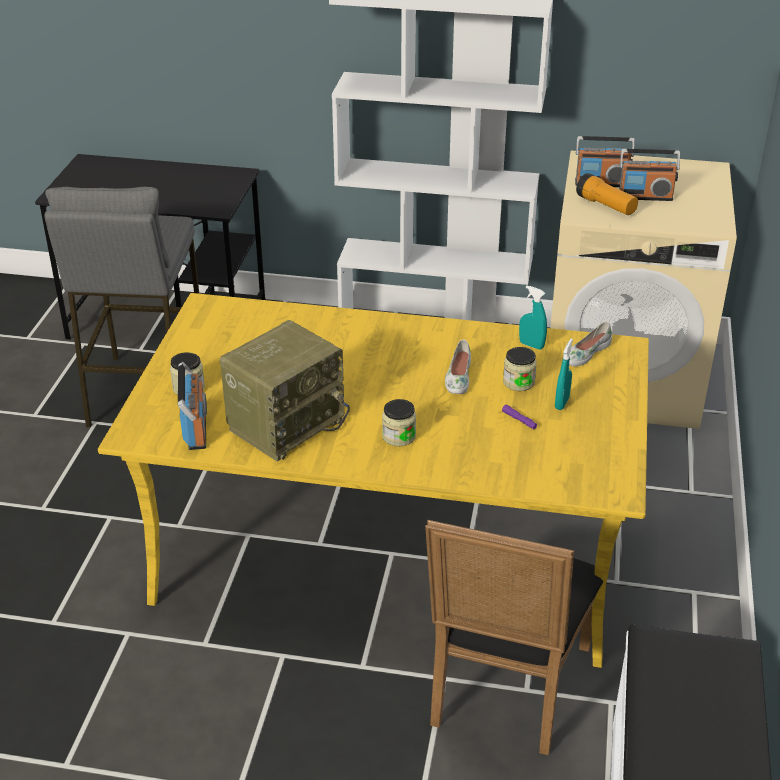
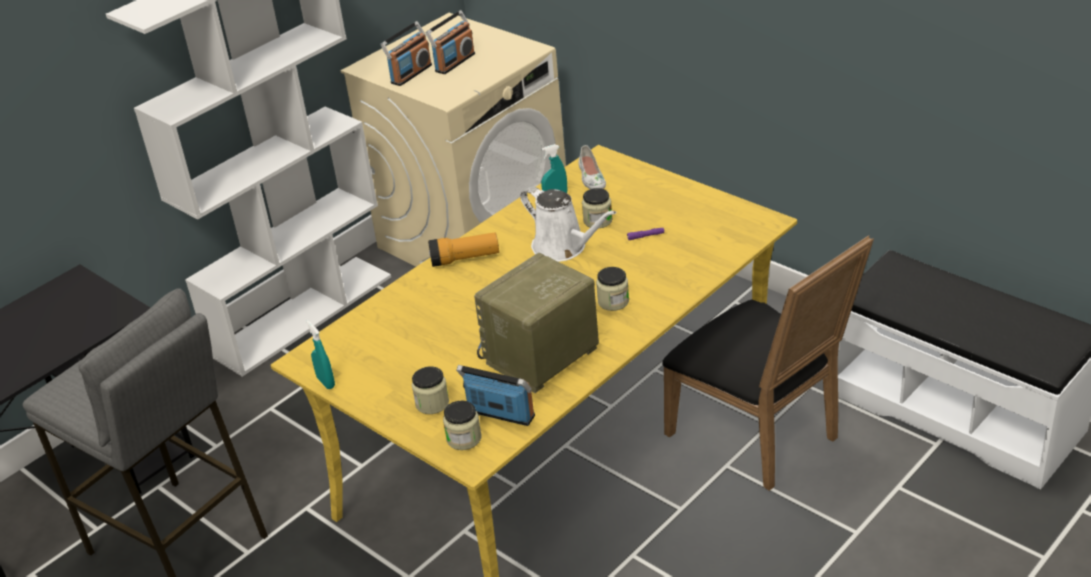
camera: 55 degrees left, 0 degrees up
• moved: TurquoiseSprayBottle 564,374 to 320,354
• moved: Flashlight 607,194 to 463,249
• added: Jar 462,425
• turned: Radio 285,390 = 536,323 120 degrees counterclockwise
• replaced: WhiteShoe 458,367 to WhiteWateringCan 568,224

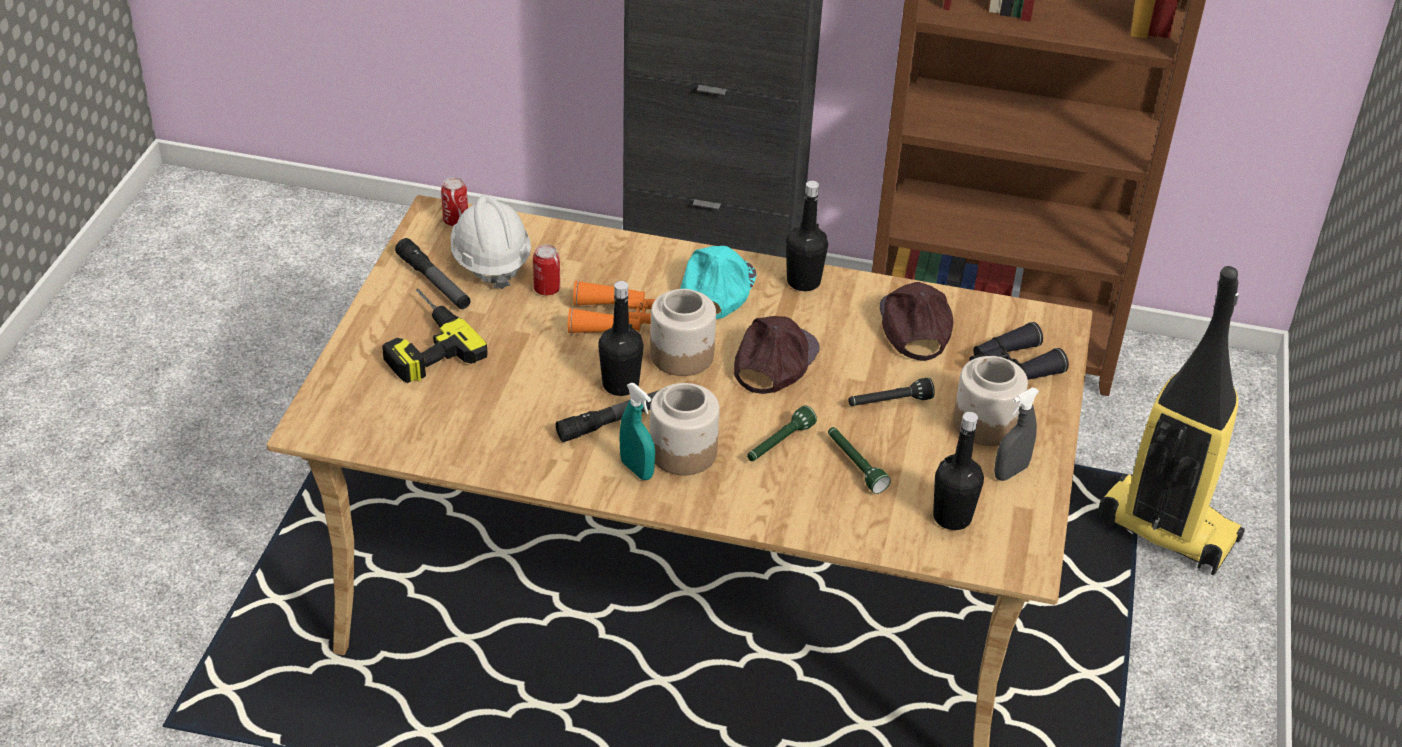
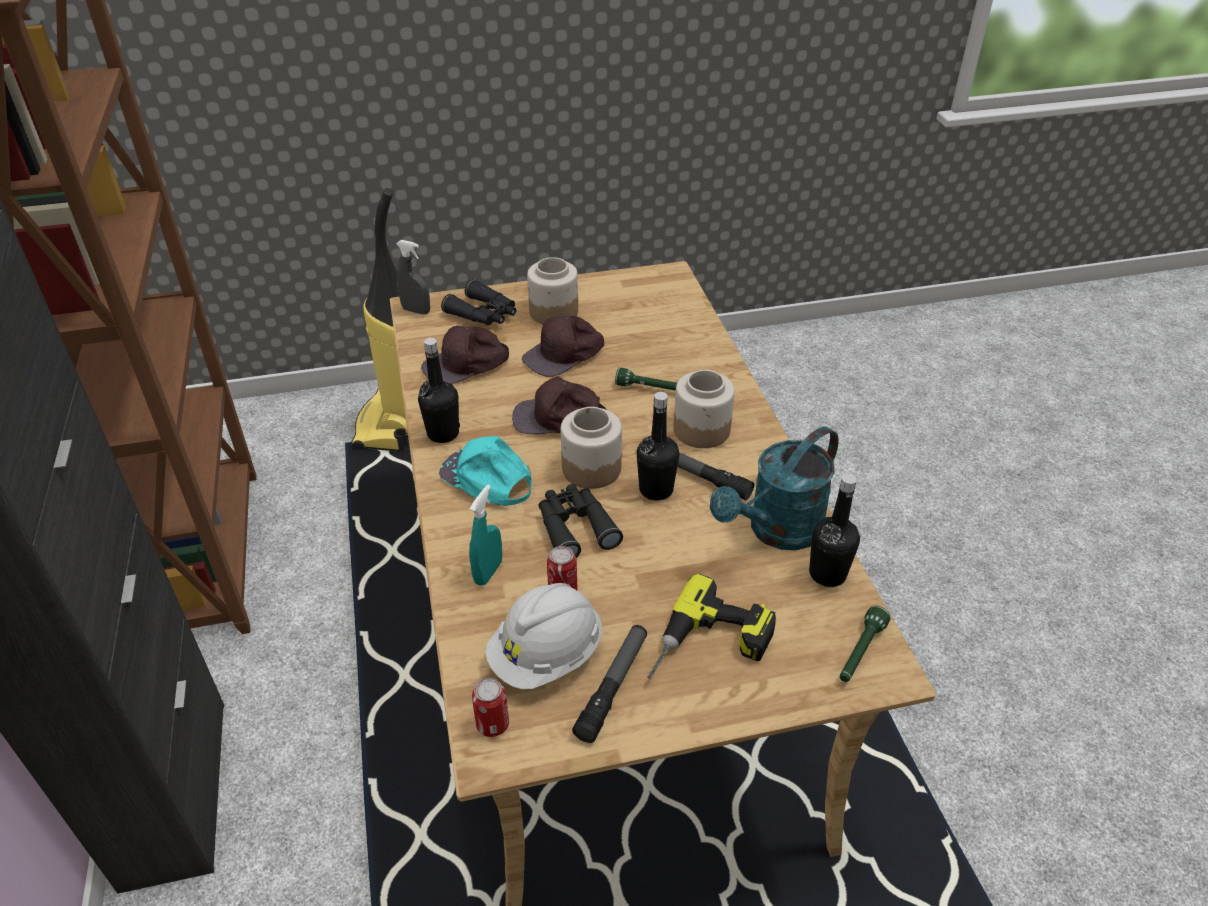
camera: 115 degrees left, 0 degrees up
• moved: GreySprayBottle 1016,434 to 413,277
• turned: TurquoiseCap 718,282 = 485,471 45 degrees clockwise
• moved: TurquoiseSprayBottle 637,431 to 485,535
• replaced: BlackFlashlight 891,392 to BrownCap 563,346
• recoloured: OrangeBinoculars 611,307 to BlackBinoculars 581,521
• added: TurquoiseWateringCan 774,488
• moved: BlackBottle 958,471 to 834,530
• moved: GreenFlashlight 859,460 to 865,644

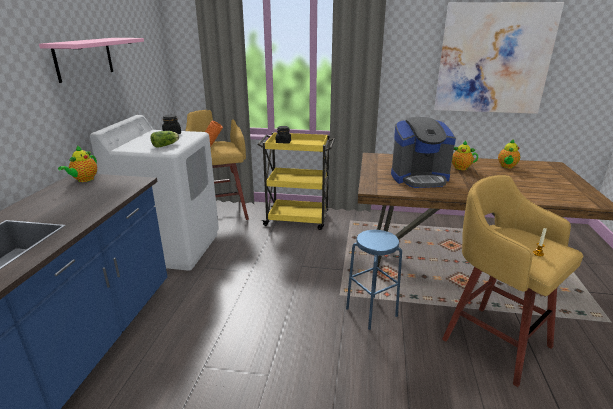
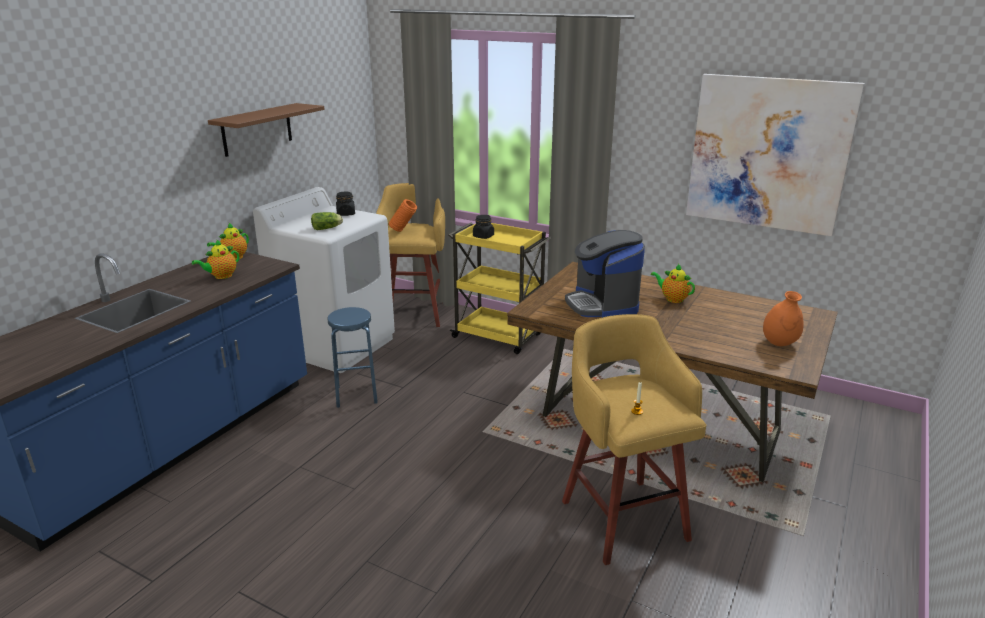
camera: 20 degrees right, 0 degrees up
• moved: Teapot 509,153 to 215,259
• recoloured: PinkShelf 91,60 to BrownShelf 266,130
• moved: BlueStool 374,280 to 353,357
• turned: CoffeeMachine 423,152 = 605,274 60 degrees clockwise
• added: OrangeVase 783,318

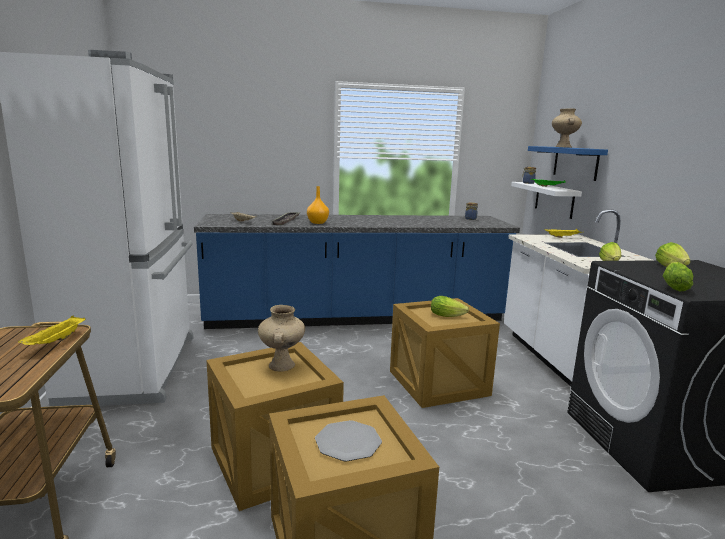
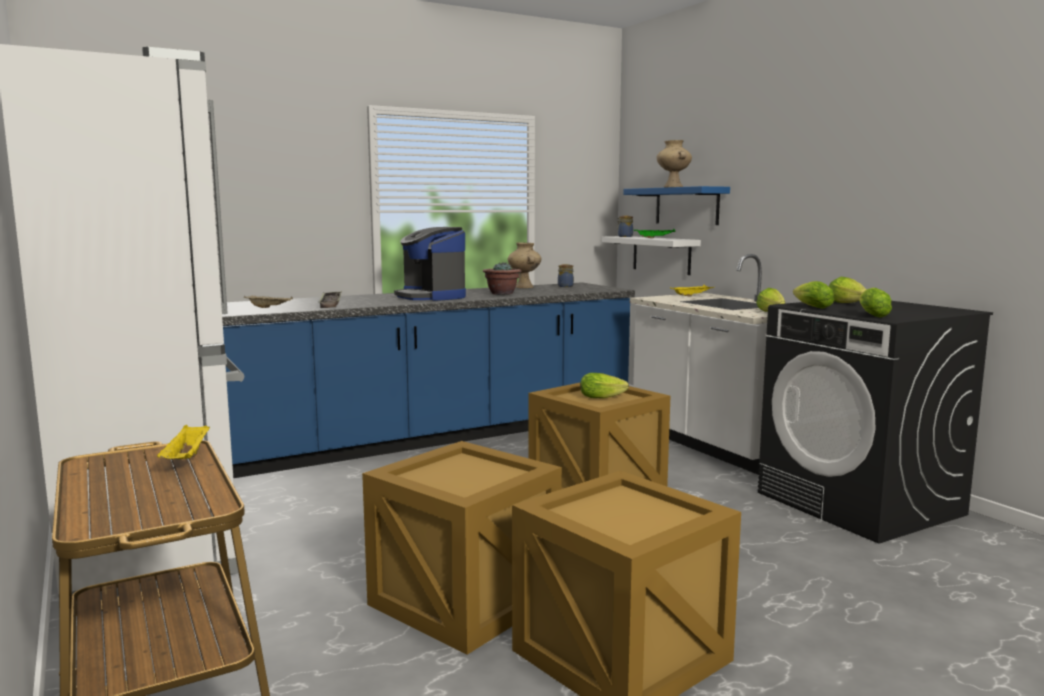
camera: 20 degrees left, 5 degrees down
• added: CoffeeMachine 430,264
• added: PottedPlant 502,278
• moved: BeigeVase 281,338 to 524,265
• added: Lettuce 813,295
• removed: OrangeVase 318,205
• removed: Plate 348,440

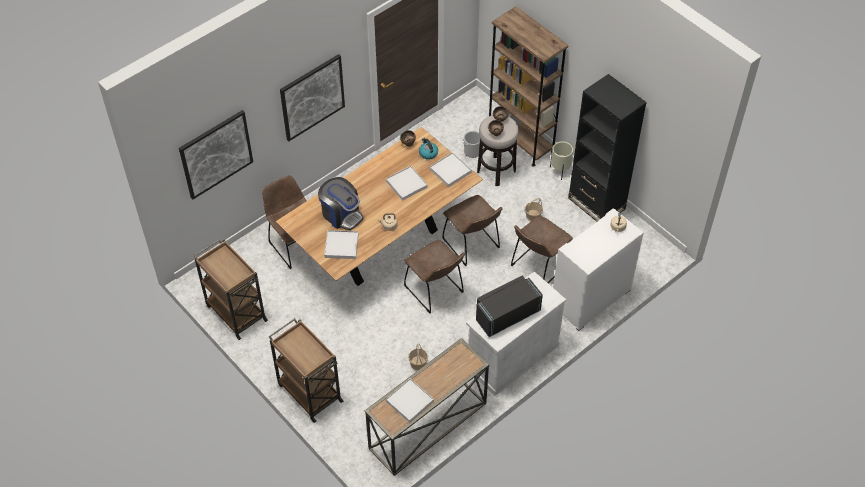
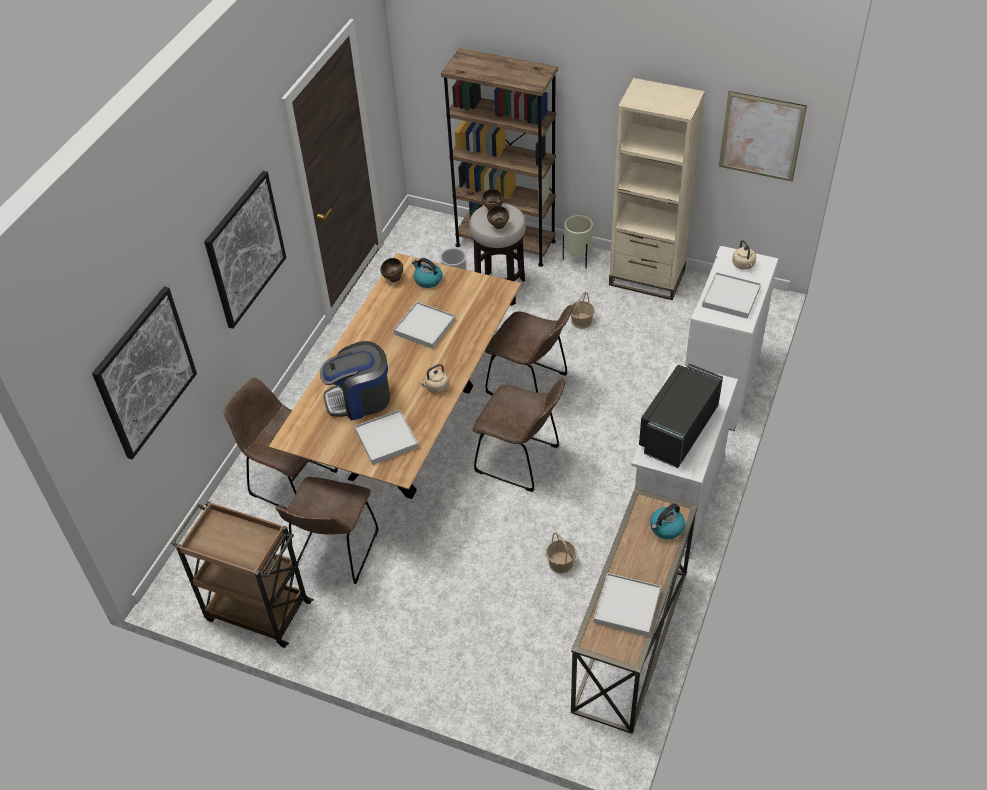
camera: 25 degrees left, 5 degrees down
• moved: BrownChair 542,249 to 327,530
• turned: CoffeeMachine 341,203 = 355,380 150 degrees clockwise
• recoloured: BlackBookcase 607,148 to BeigeBookcase 657,189
• added: Kettle 667,521
• moved: WhiteTray 451,169 to 731,295
• added: Picture 763,136
• removed: BrownCart 306,370

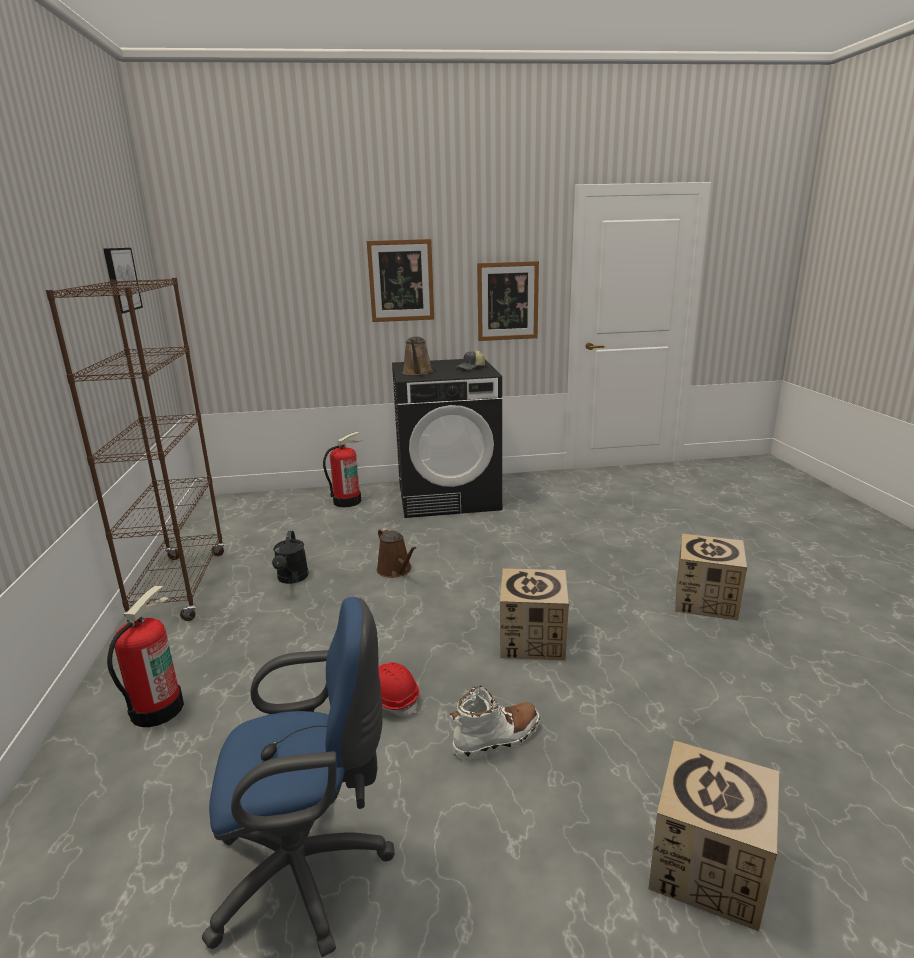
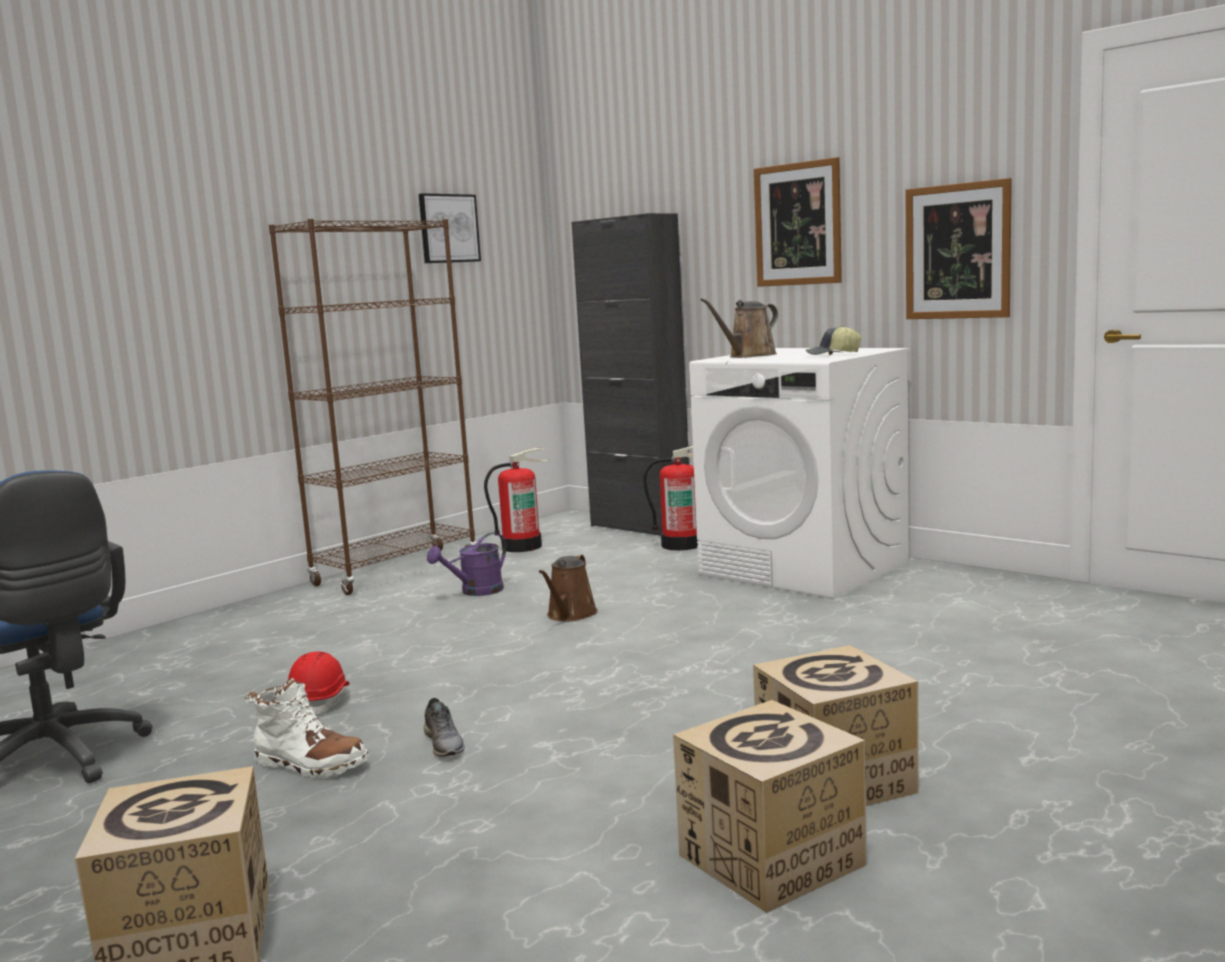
camera: 50 degrees right, 10 degrees down
• added: GreyShoe 444,727
• recoloured: BlackWateringCan 290,557 to PurpleWateringCan 466,564
• moved: FireExtinguisher 145,656 to 516,500
• added: BlackCabinet 630,374
• moved: CardboardBox 534,614 to 770,806
• recoloured: BlackWashingMachine 447,438 to WhiteWashingMachine 799,473

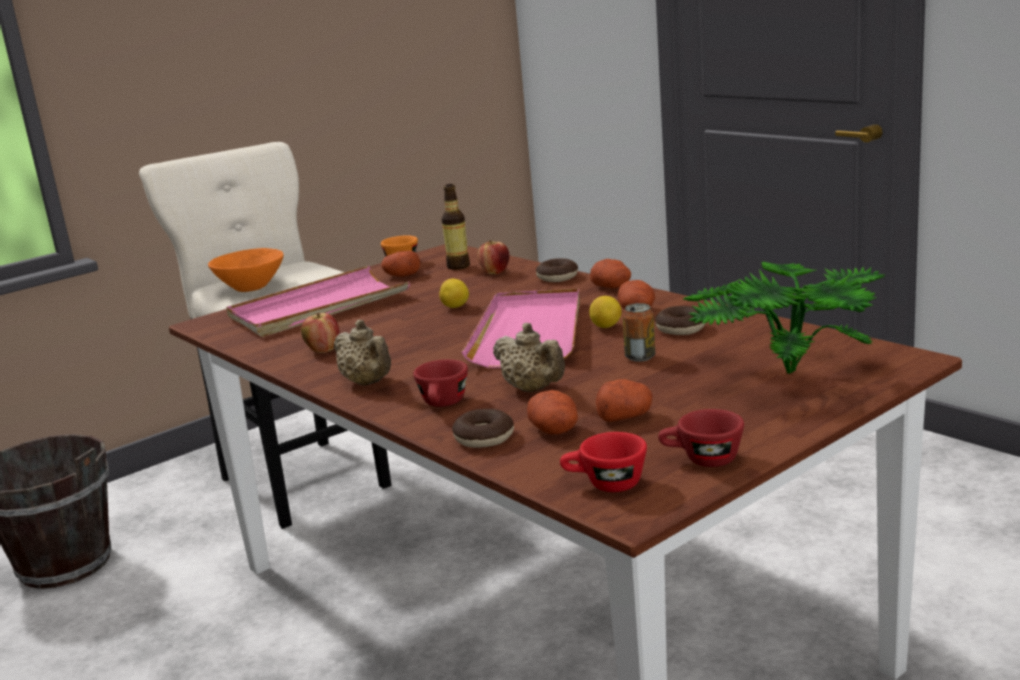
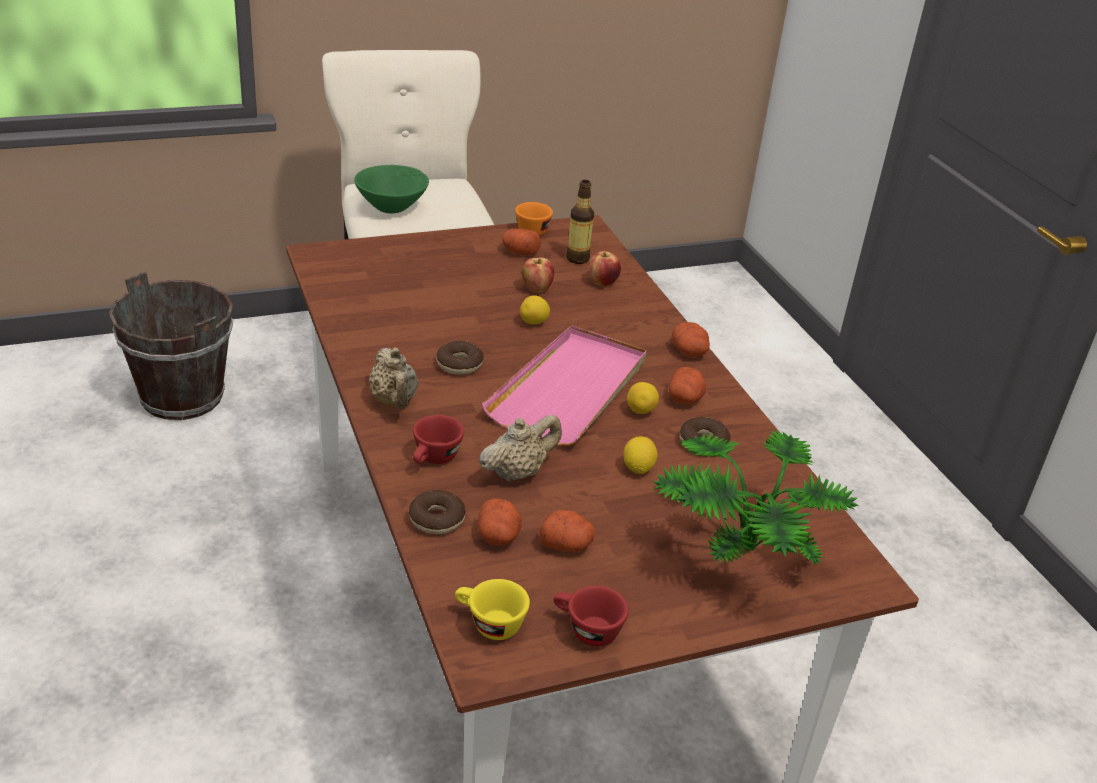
camera: 15 degrees right, 15 degrees up
• recoloured: OrangeBowl 246,270 to GreenBowl 391,189
• moved: Donut 557,270 to 459,358
• recoloured: RedCup 603,462 to YellowCup 492,609
• turned: BeigeTeapot 529,357 = 520,448 105 degrees counterclockwise
• moved: Apple 320,333 to 537,275
• replaced: Can 639,332 to Lemon 641,455
• removed: PinkTray 318,301

